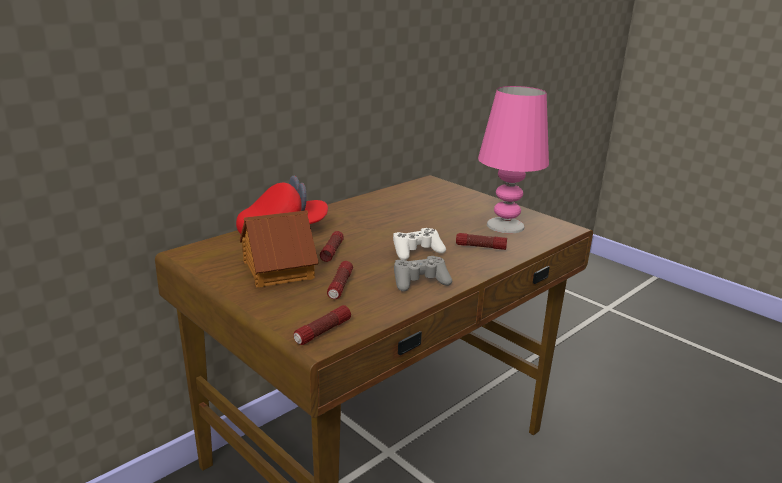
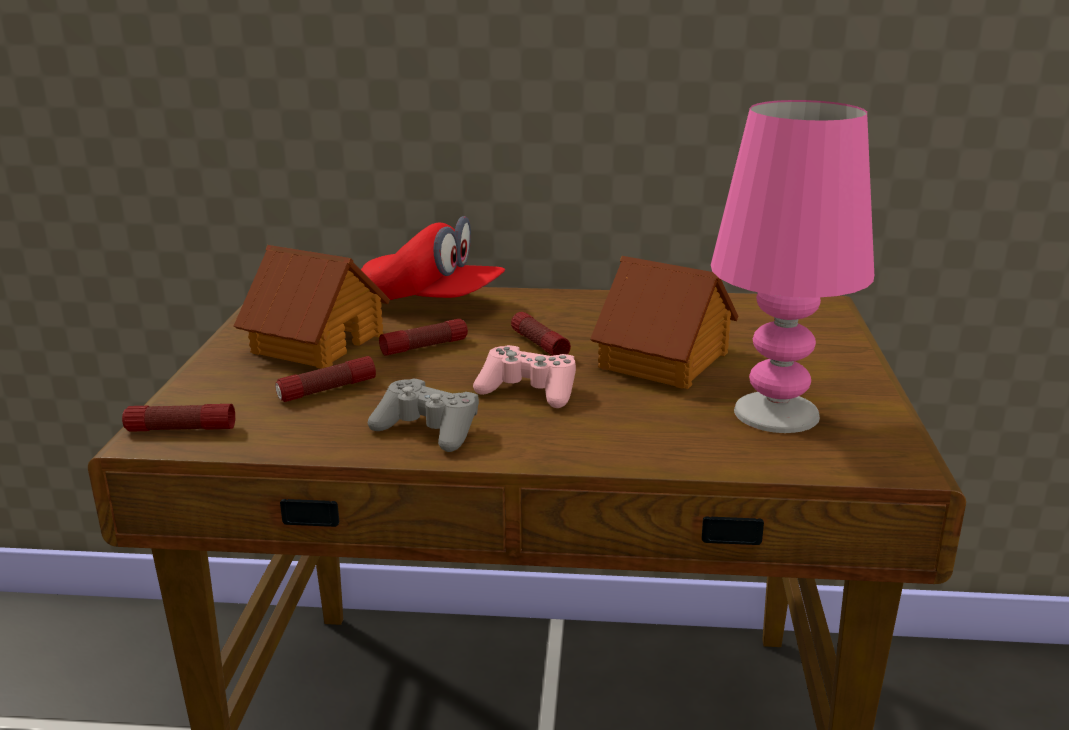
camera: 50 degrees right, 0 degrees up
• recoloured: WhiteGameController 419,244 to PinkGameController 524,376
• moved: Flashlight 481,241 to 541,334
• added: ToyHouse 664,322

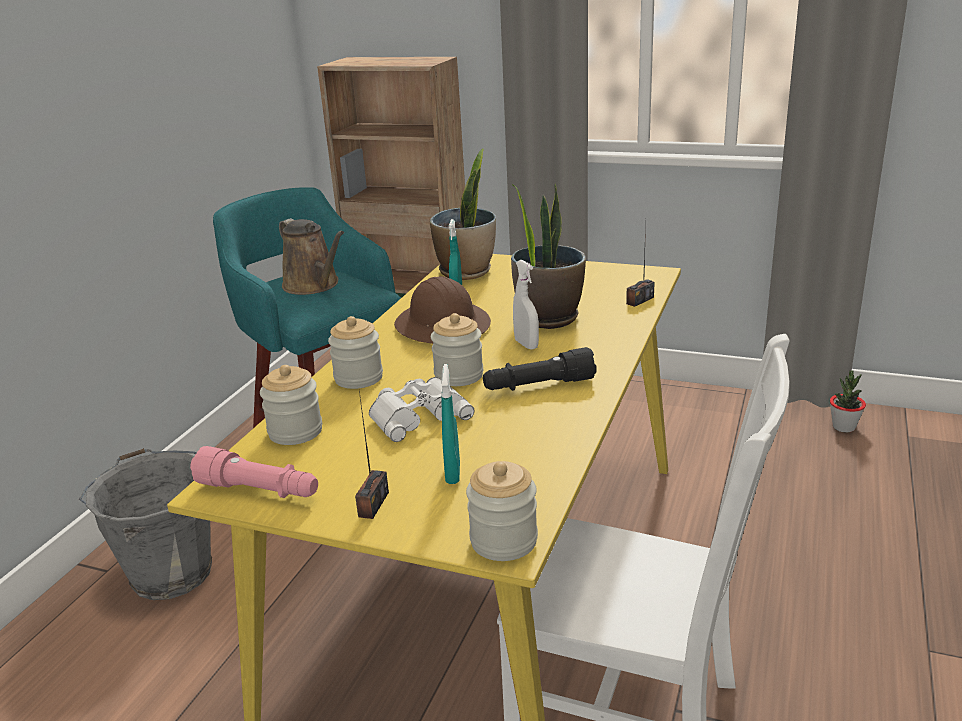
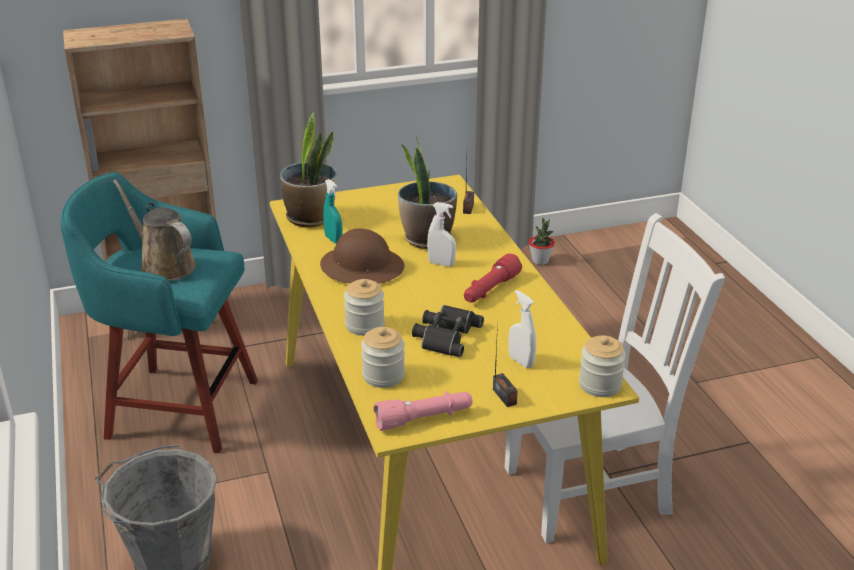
camera: 40 degrees left, 5 degrees up
• turned: BrownWateringCan 311,256 = 154,230 150 degrees counterclockwise
• recoloured: WhiteBinoculars 421,409 to BlackBinoculars 448,331
• recoloured: BlackFlashlight 540,369 to RedFlashlight 493,277
• recoloured: TurquoiseSprayBottle 450,424 to WhiteSprayBottle 522,329
• removed: Jar 457,349

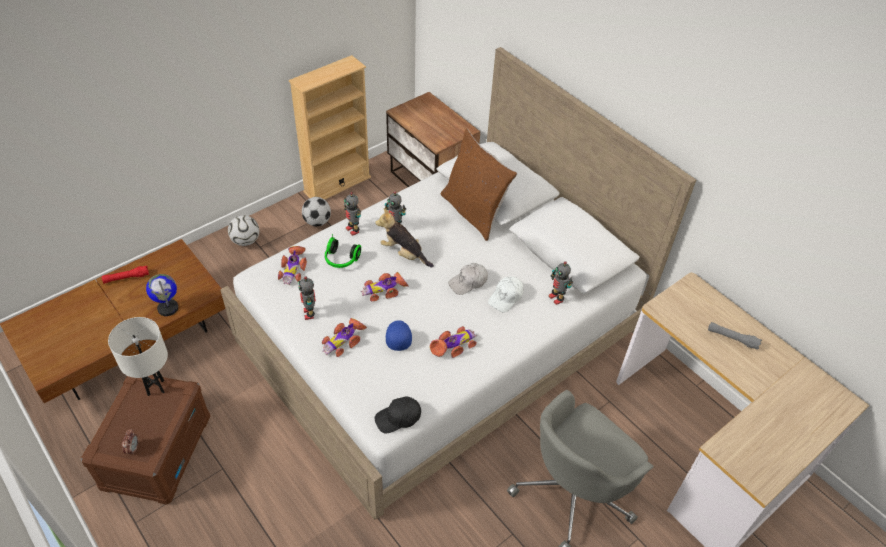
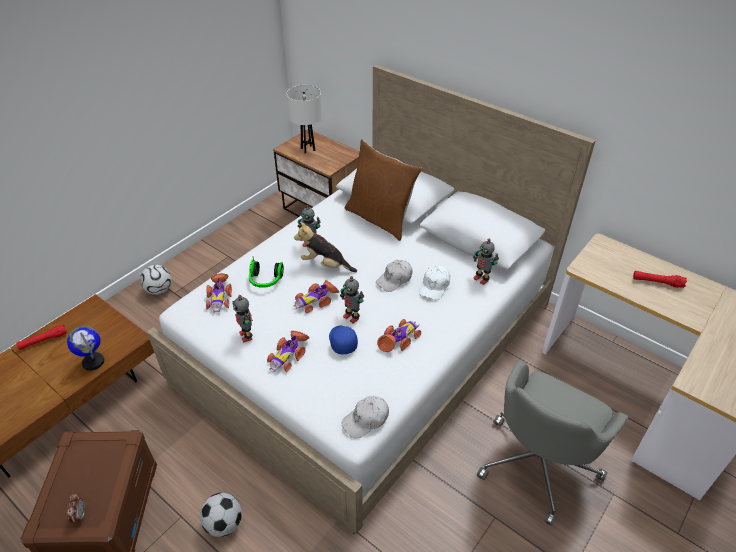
camera: 10 degrees left, 5 degrees down
• moved: Football 316,211 to 221,515
• moved: WhiteTableLamp 138,356 to 304,119
• moved: ToyRobot 352,214 to 352,300
• recoloured: BlackCap 398,414 to WhiteCap 365,417
• recoloured: GreyFlashlight 735,336 to RedFlashlight 660,279
• removed: BeigeBookcase 330,127

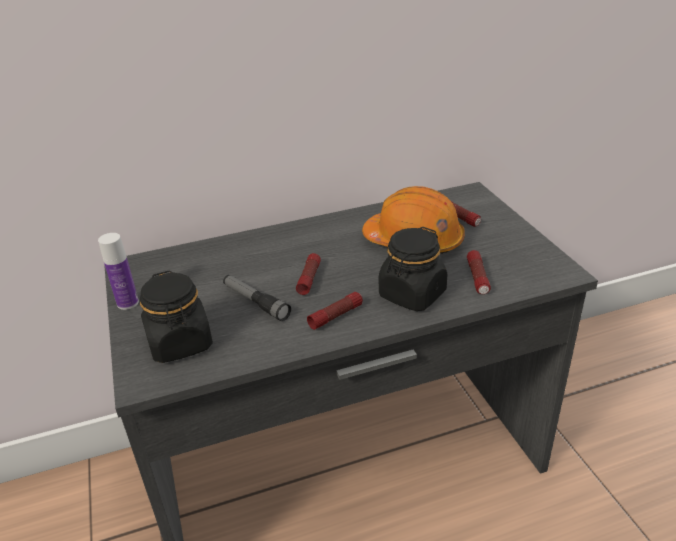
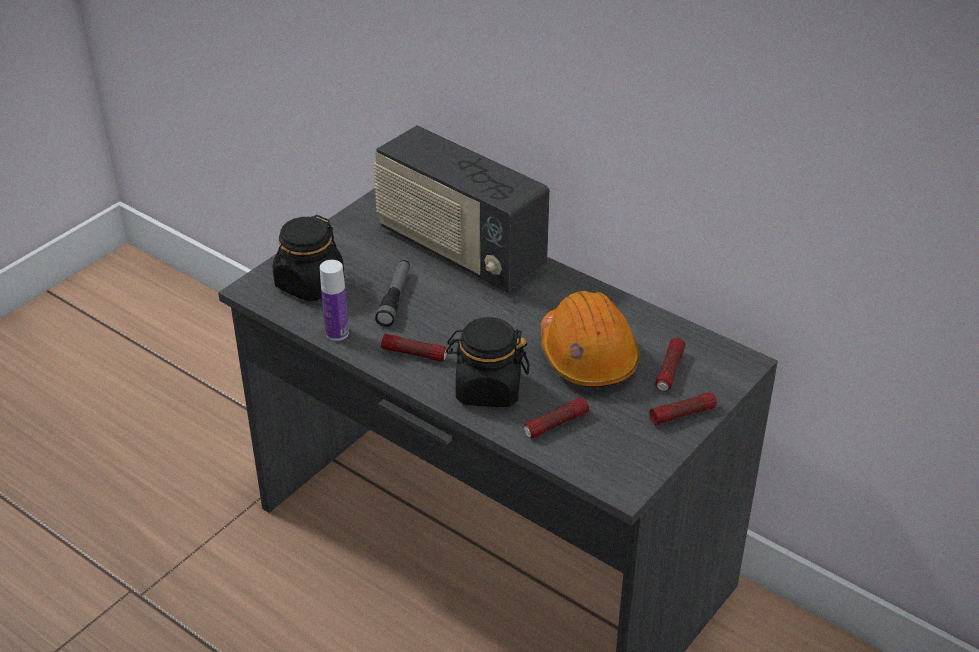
camera: 55 degrees right, 5 degrees up
• moved: Bottle 118,271 to 334,300
• added: Radio 461,208
• moved: Flashlight 308,274 to 683,408

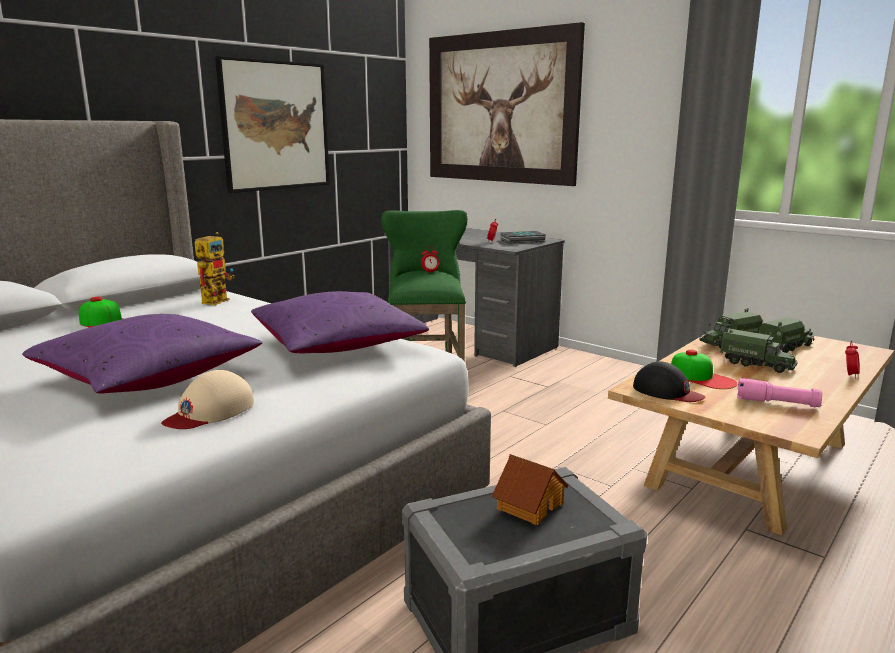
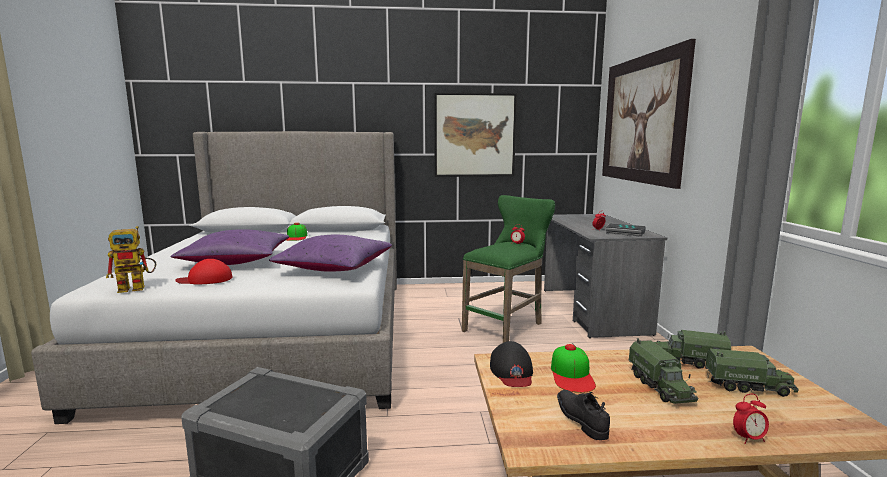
camera: 45 degrees right, 5 degrees down
• moved: ToyRobot 215,268 to 131,259
• recoloured: BeigeCap 207,399 to RedCap 204,271
• replaced: PinkFlashlight 779,393 to BlackShoe 583,415
• removed: ToyHouse 530,489

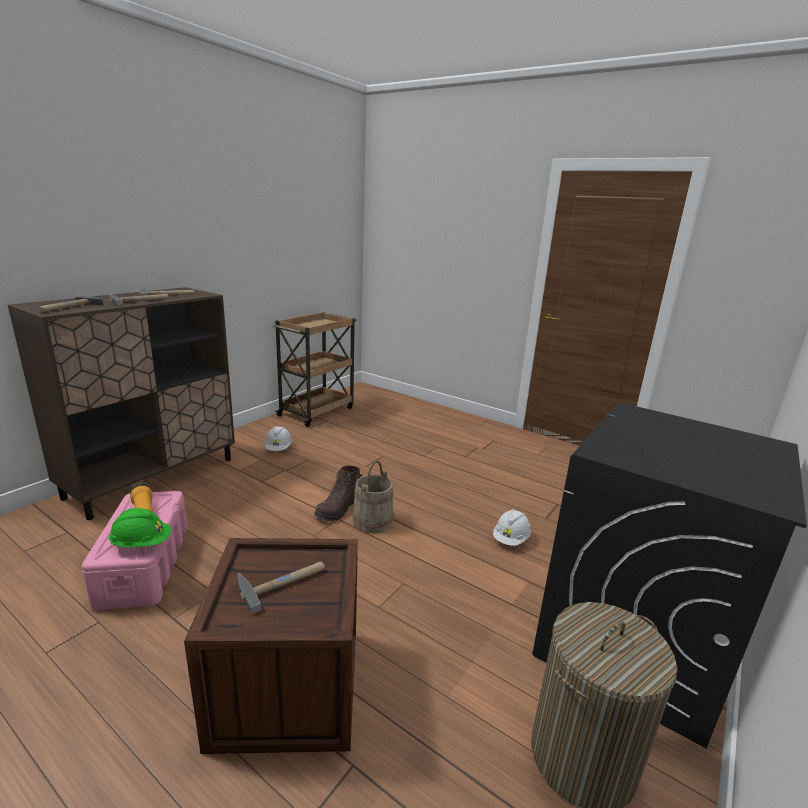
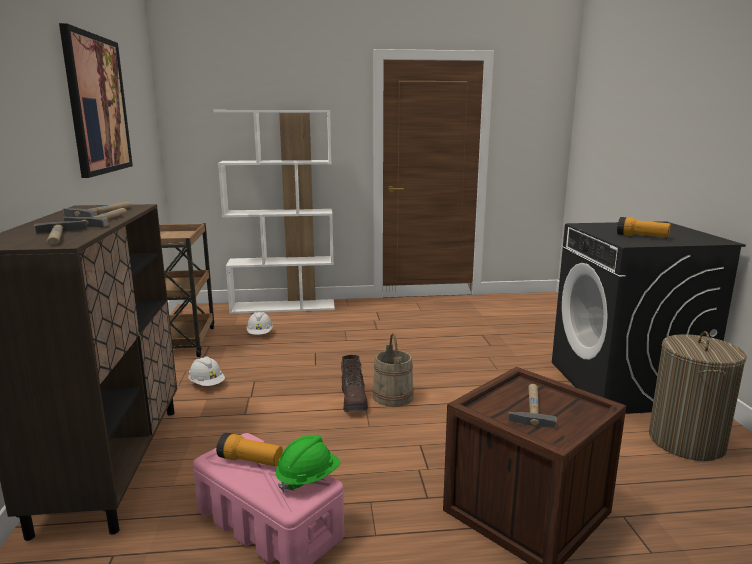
camera: 40 degrees left, 5 degrees down
• added: Picture 96,100
• added: WhiteBookcase 274,212
• moved: WhiteHardHat 512,527 to 260,323
• added: Flashlight 644,227

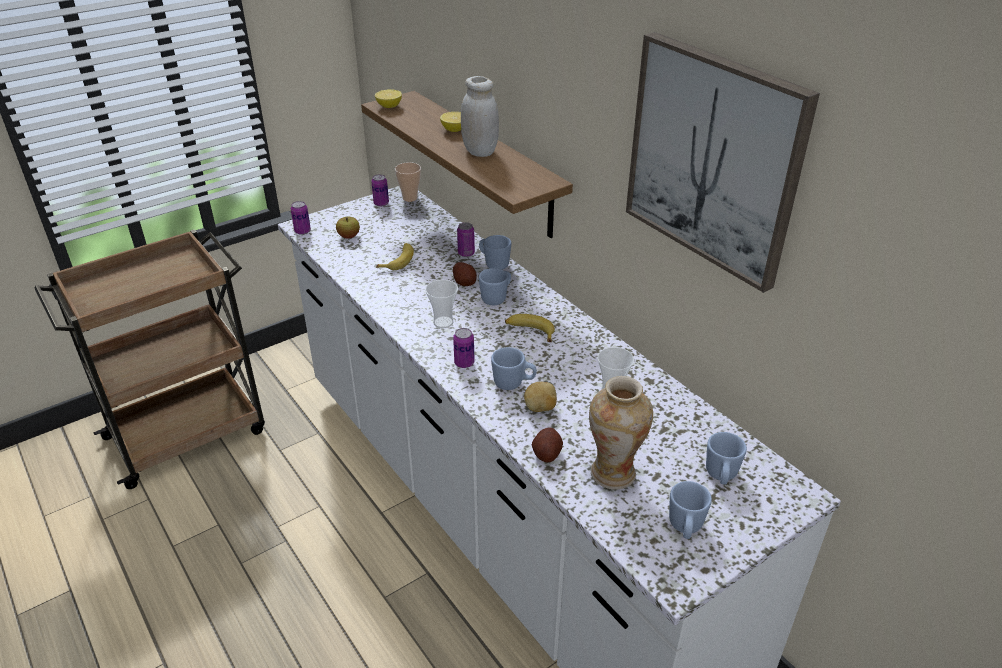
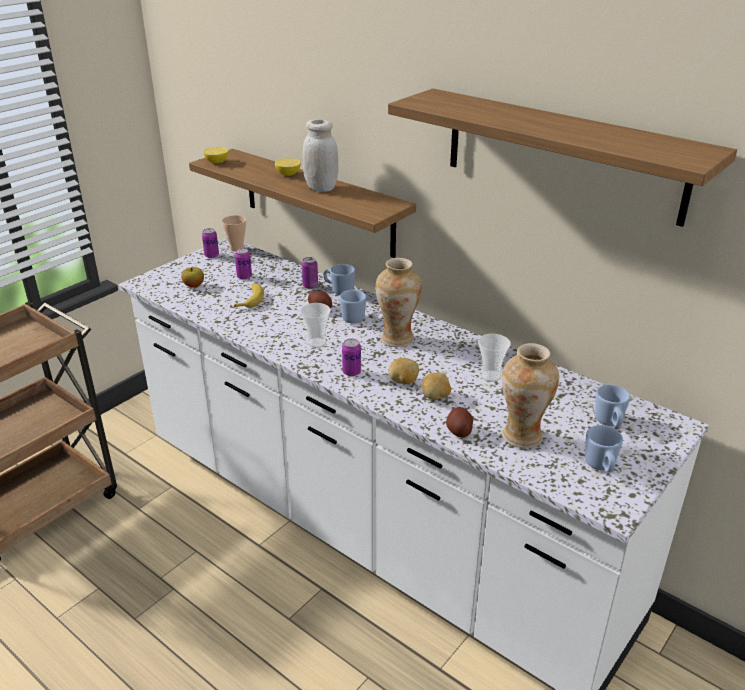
camera: 15 degrees left, 5 degrees down
• moved: Can 301,218 to 243,264
• replaced: Banana 530,328 to Vase 398,302
• replaced: Picture 723,162 to Shelf 562,158
• replaced: BlueMug 514,368 to Potato 404,371

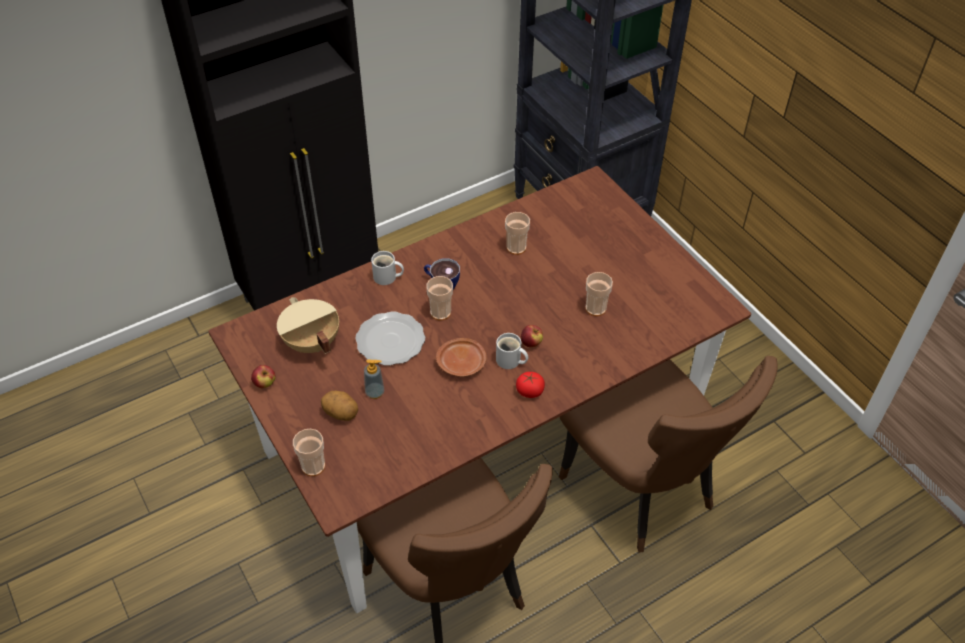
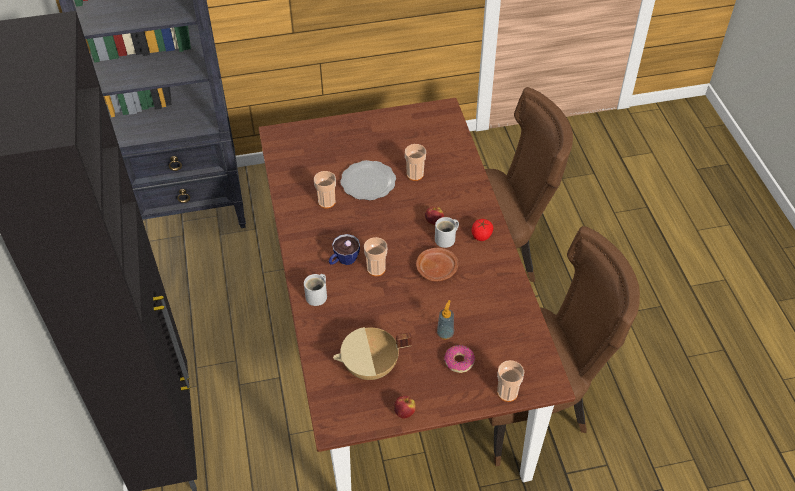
camera: 70 degrees left, 0 degrees up
• moved: Plate 390,339 to 368,180
• replaced: Potato 339,406 to Donut 459,359

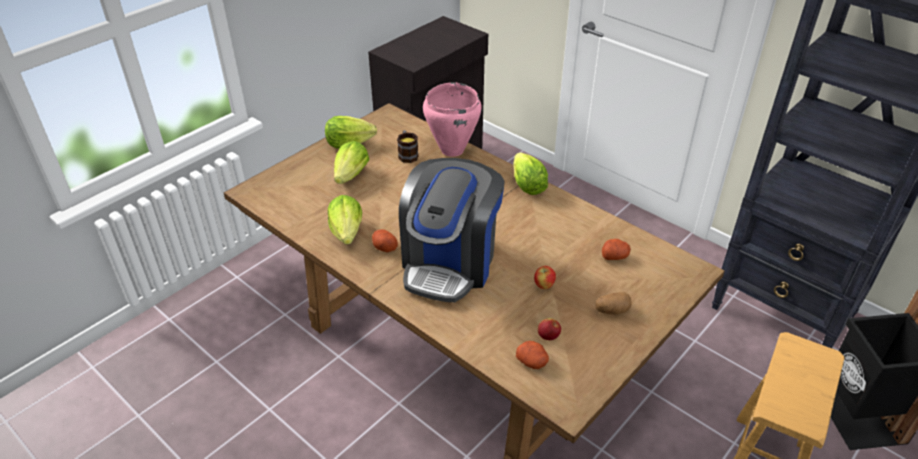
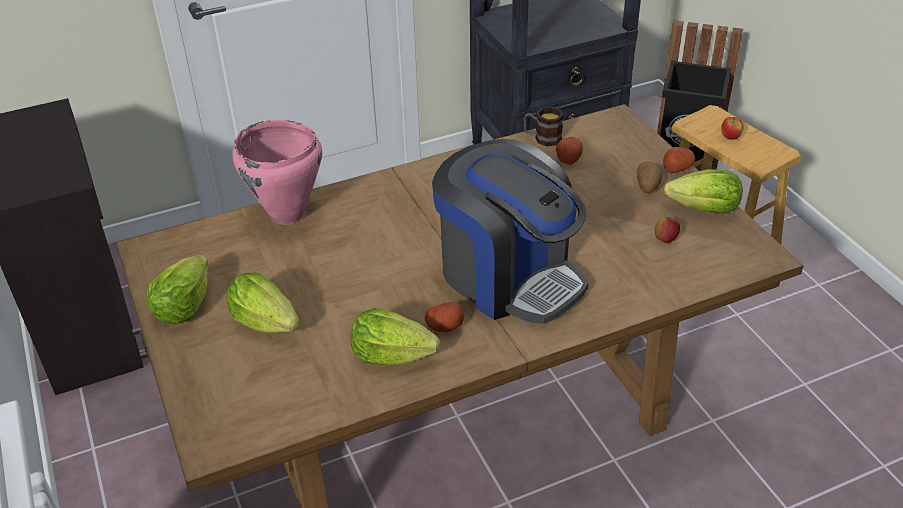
camera: 65 degrees left, 0 degrees up
• moved: Mug 408,146 to 544,126
• moved: Potato 532,355 to 679,160
• moved: Lettuce 531,174 to 703,192
• moved: Apple 545,277 to 732,128

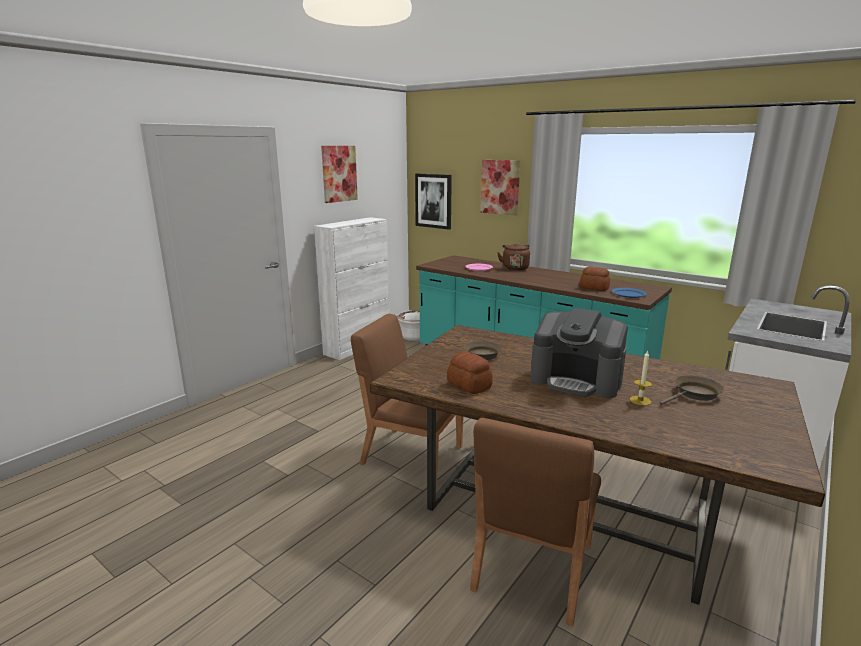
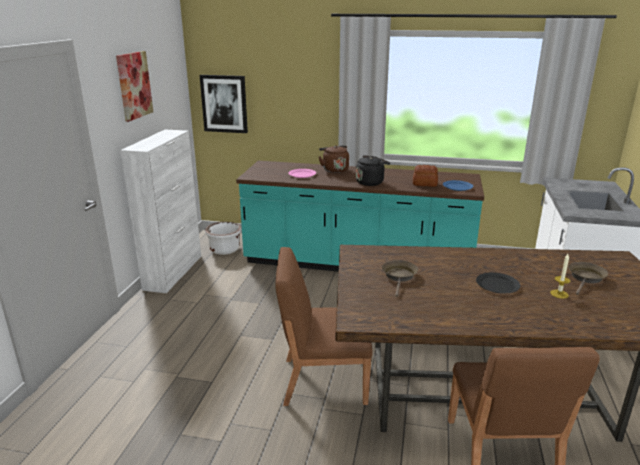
camera: 25 degrees left, 5 degrees up
• added: BlackKettle 373,170
• replaced: CoffeeMachine 579,353 to BlackPlate 498,282
• removed: Bread 470,373
• removed: Picture 501,188

